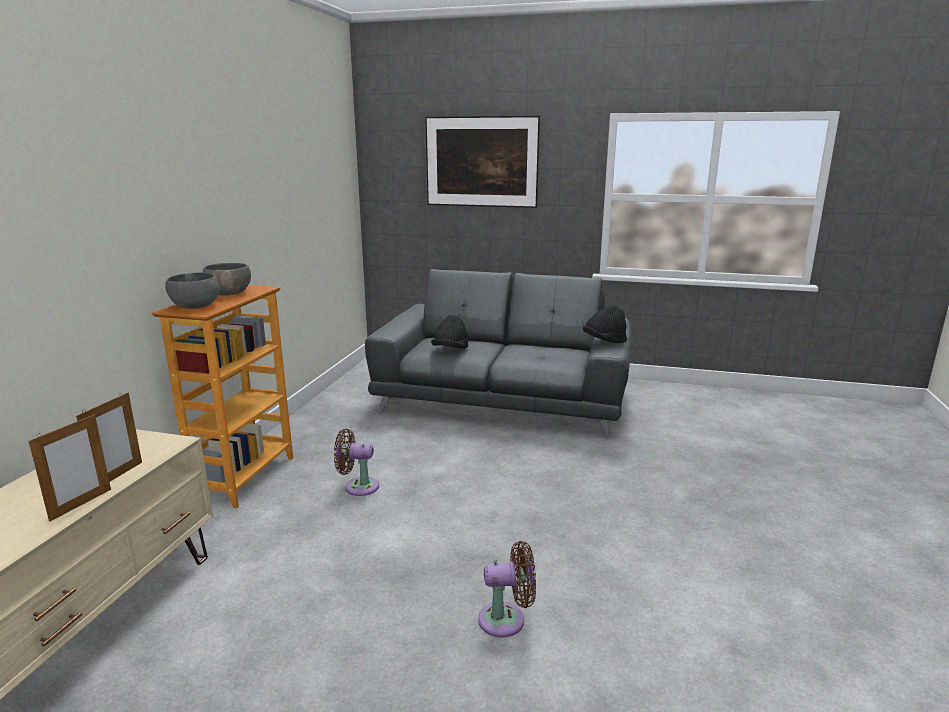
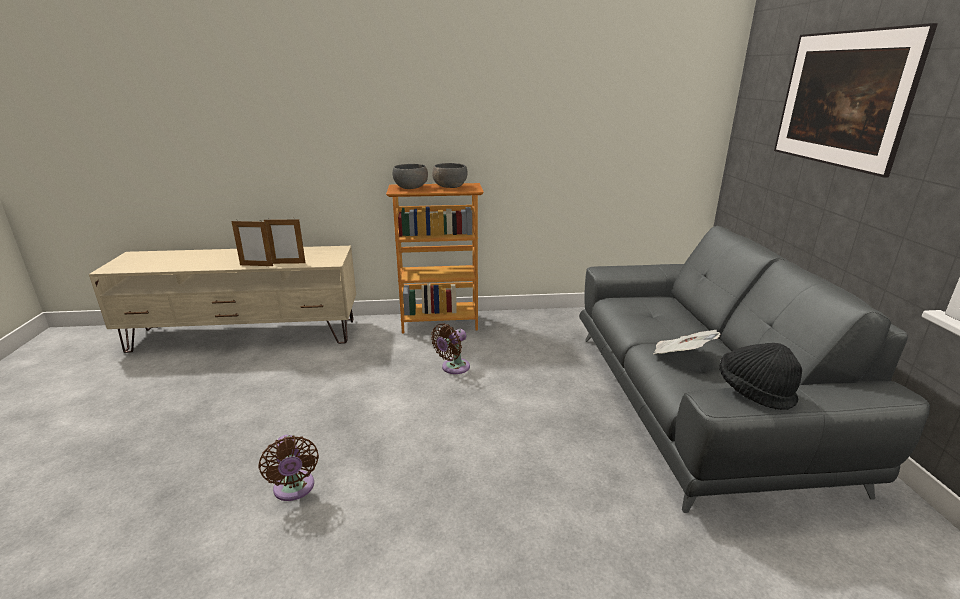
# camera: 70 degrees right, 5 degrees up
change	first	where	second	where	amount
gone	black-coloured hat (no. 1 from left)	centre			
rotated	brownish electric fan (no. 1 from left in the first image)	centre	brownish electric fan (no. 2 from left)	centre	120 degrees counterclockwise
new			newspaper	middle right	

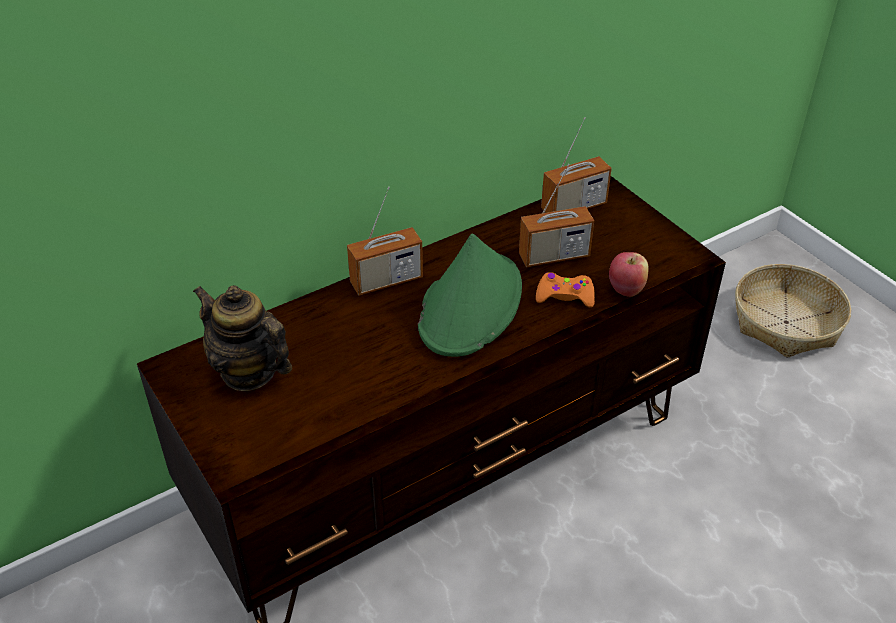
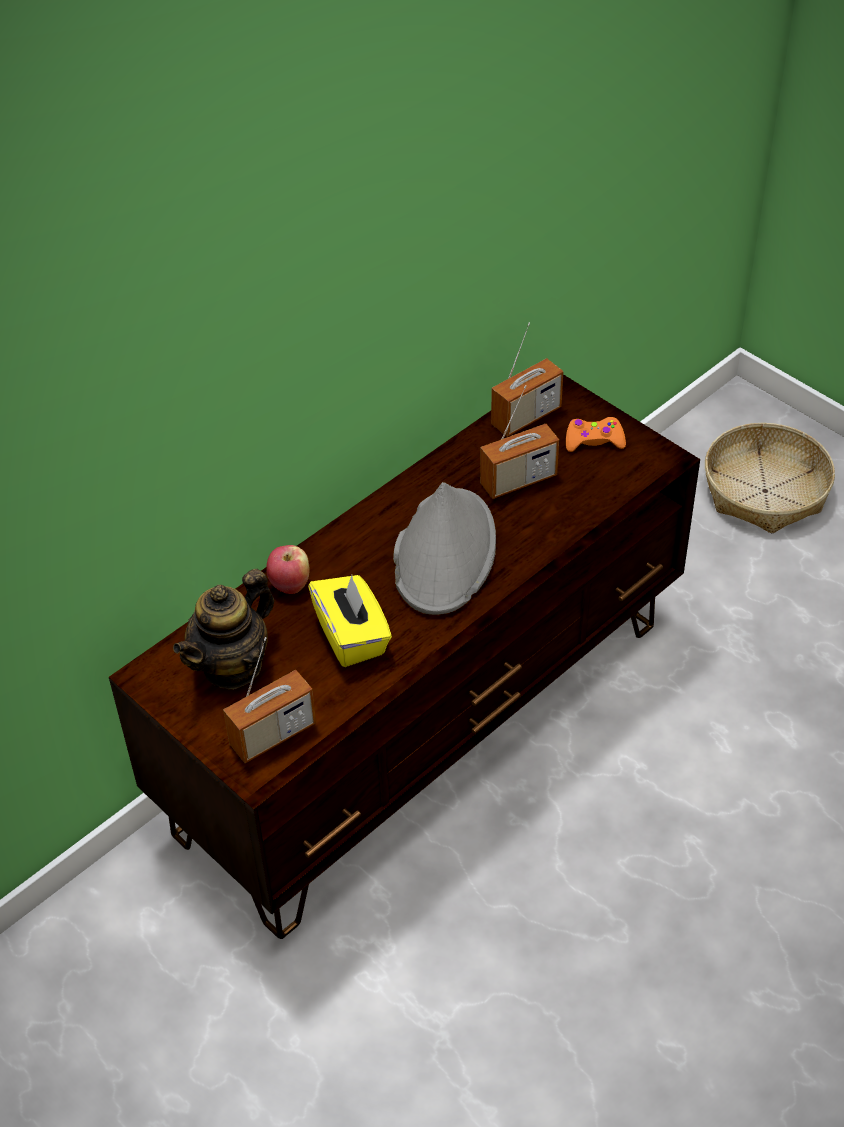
# camera: 10 degrees left, 5 degrees up
change	first	where	second	where	amount
shifted	radio receiver (no. 1 from left)	centre		middle left	
repainted	green hat	centre	grey hat	centre	
shifted	whole apple	middle right		centre	
shifted	orange joypad	centre		middle right	
rotated	pot for tea	middle left		middle left	75 degrees counterclockwise
new			yellow-coloured box of tissues	centre	

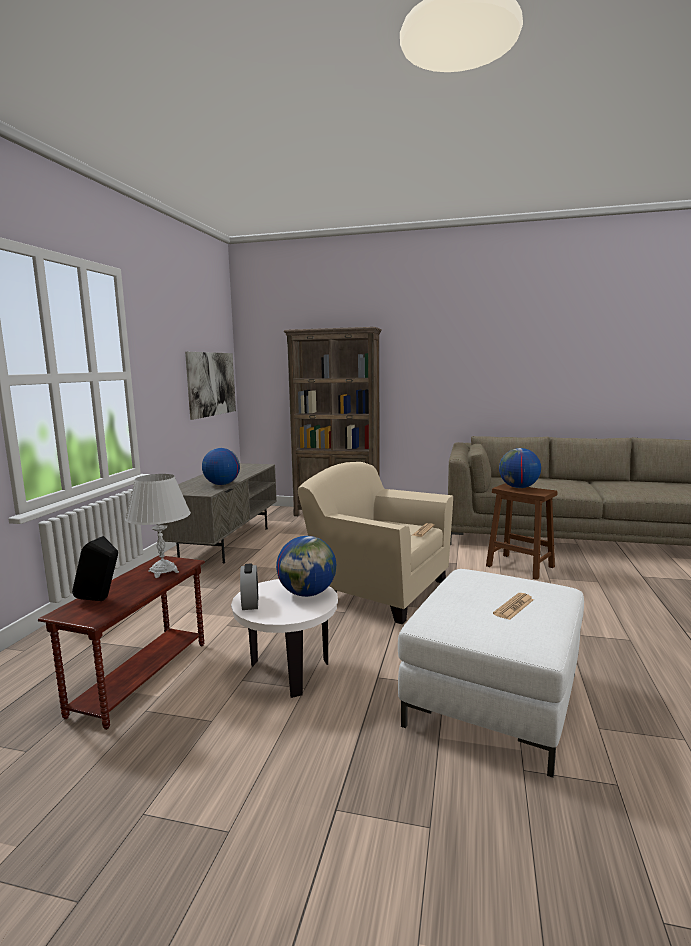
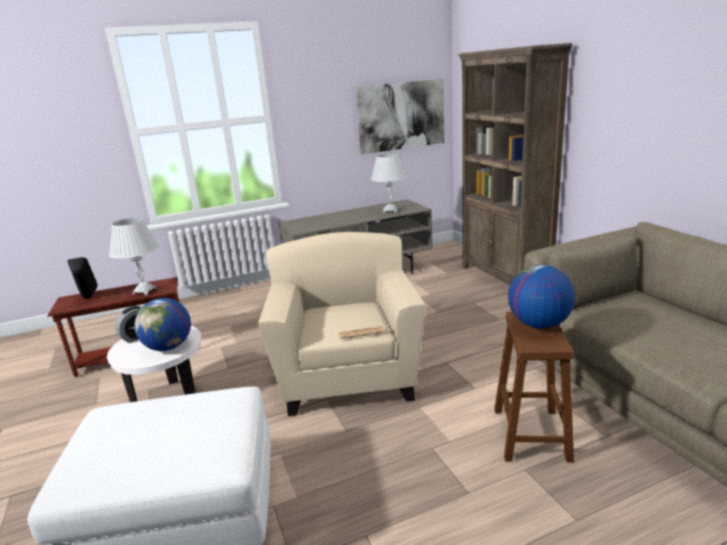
# camera: 55 degrees right, 10 degrees up
change	first	where	second	where	amount
gone	desk globe (no. 1 from left)	middle left			
gone	newspaper (no. 2 from left)	middle right			
new			whitish table lamp (no. 2 from left)	centre	

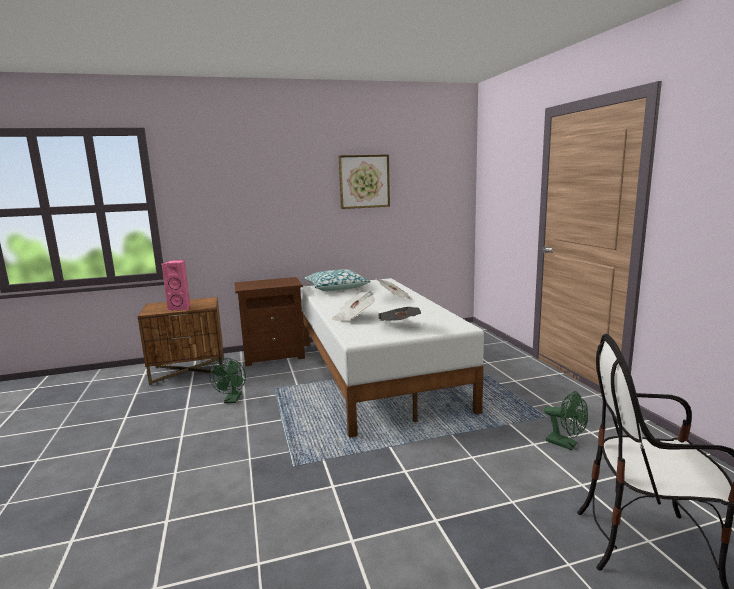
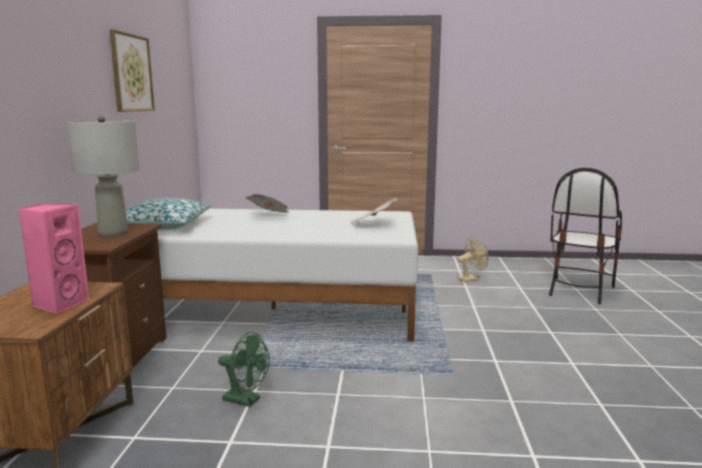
# camera: 70 degrees left, 0 degrees up
change	first	where	second	where	amount
gone	newspaper (no. 1 from left)	centre			
repainted	green electric fan (no. 2 from left)	bottom right	beige electric fan	middle right	
new			grey table lamp	middle left	

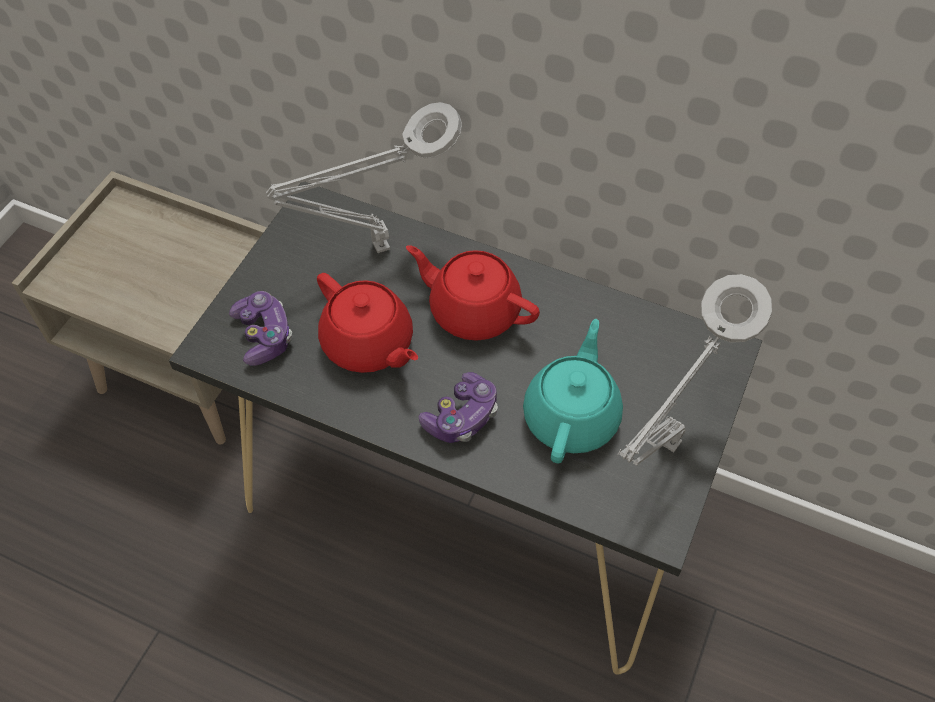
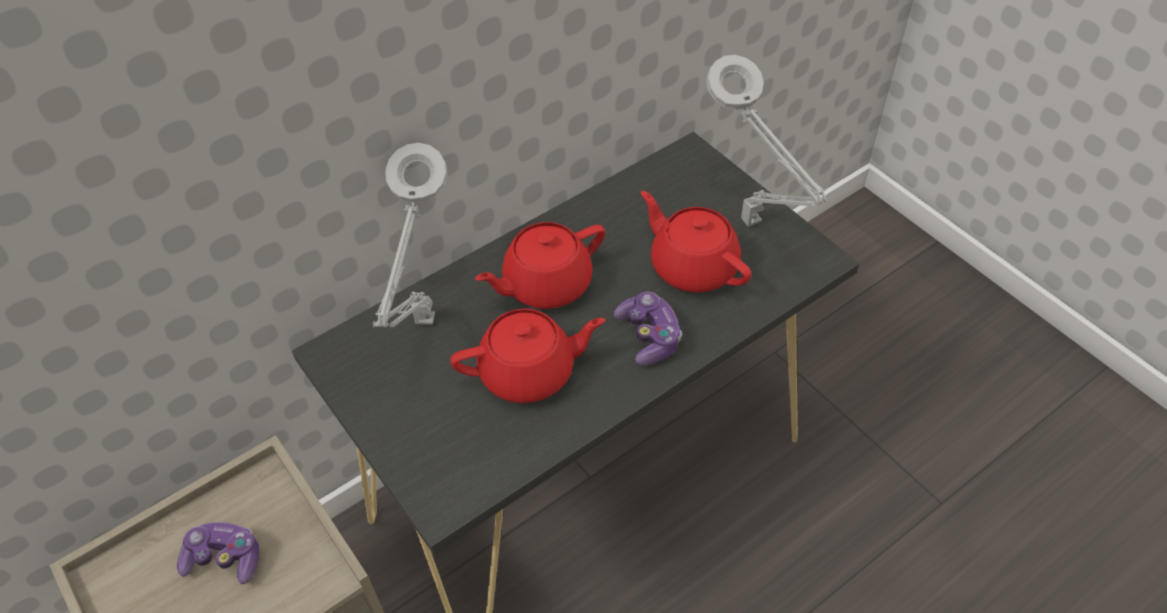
# camera: 60 degrees left, 5 degrees down
change	first	where	second	where	amount
shifted	joypad (no. 1 from left)	middle left		bottom left	
repainted	turquoise-coloured pot for tea	centre	reddish pot for tea (no. 3 from left)	centre	

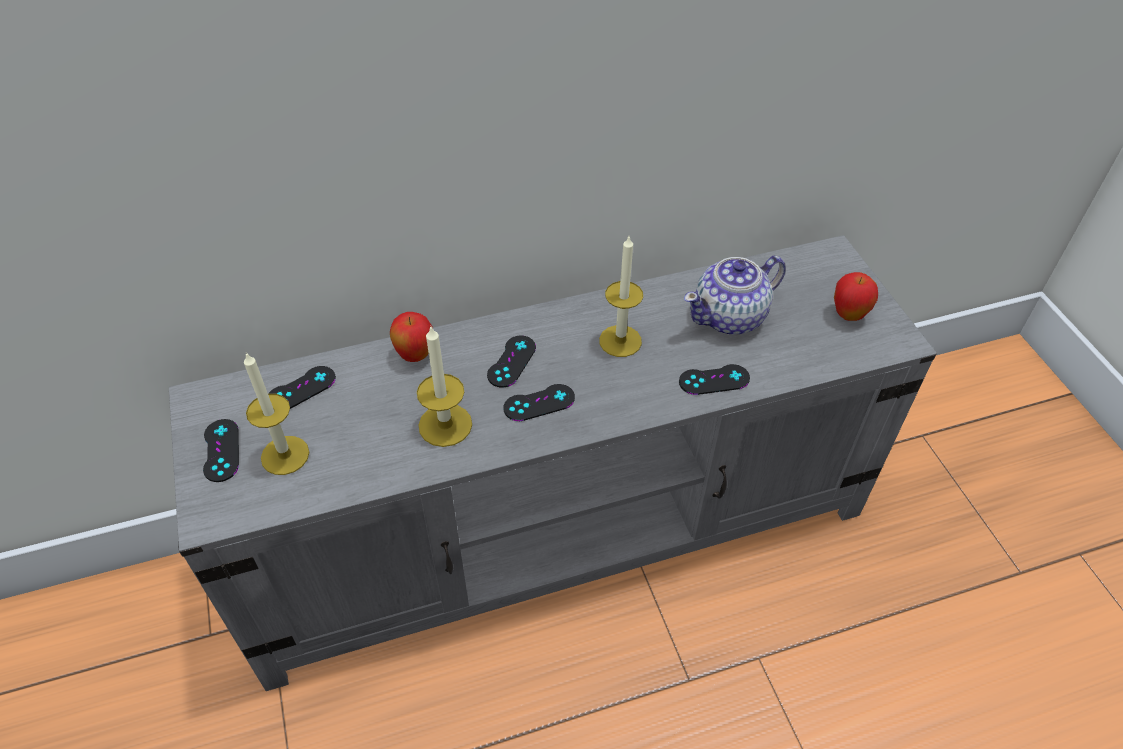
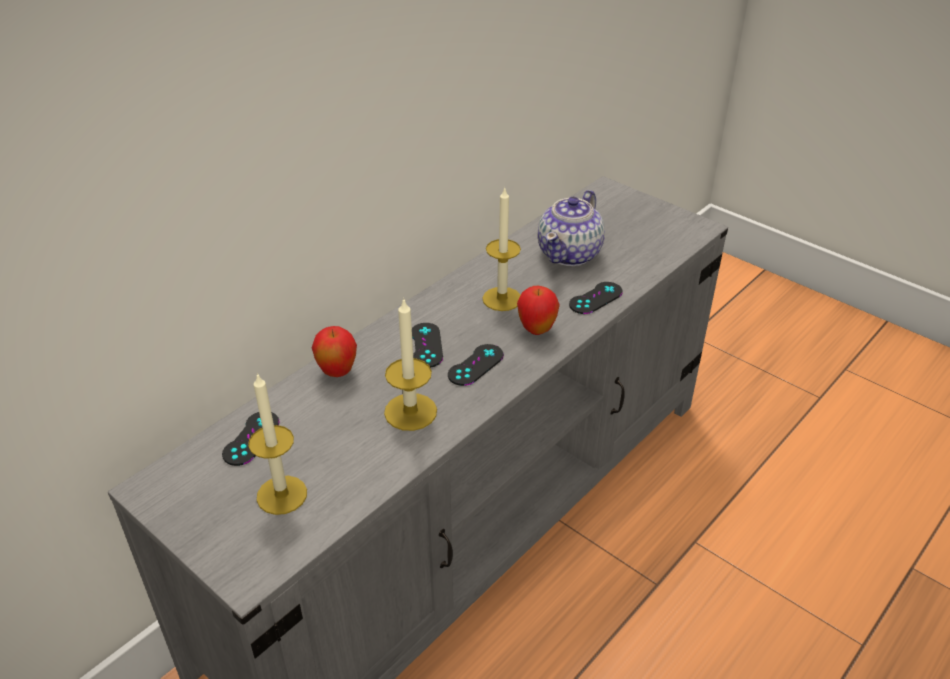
# camera: 30 degrees left, 10 degrees down
change	first	where	second	where	amount
shifted	whole apple (no. 2 from left)	middle right		centre	
gone	black-coloured joypad (no. 1 from left)	middle left			

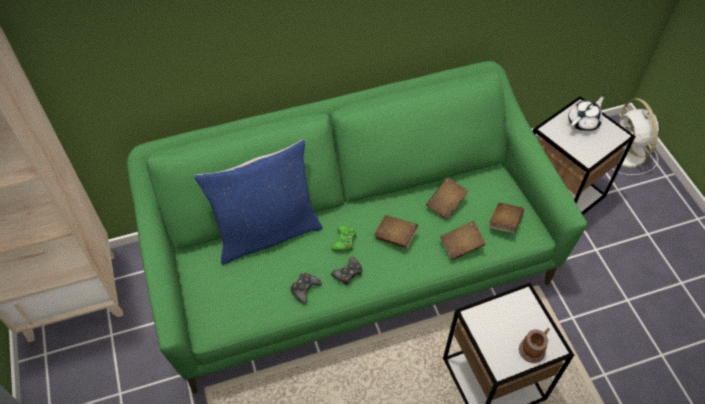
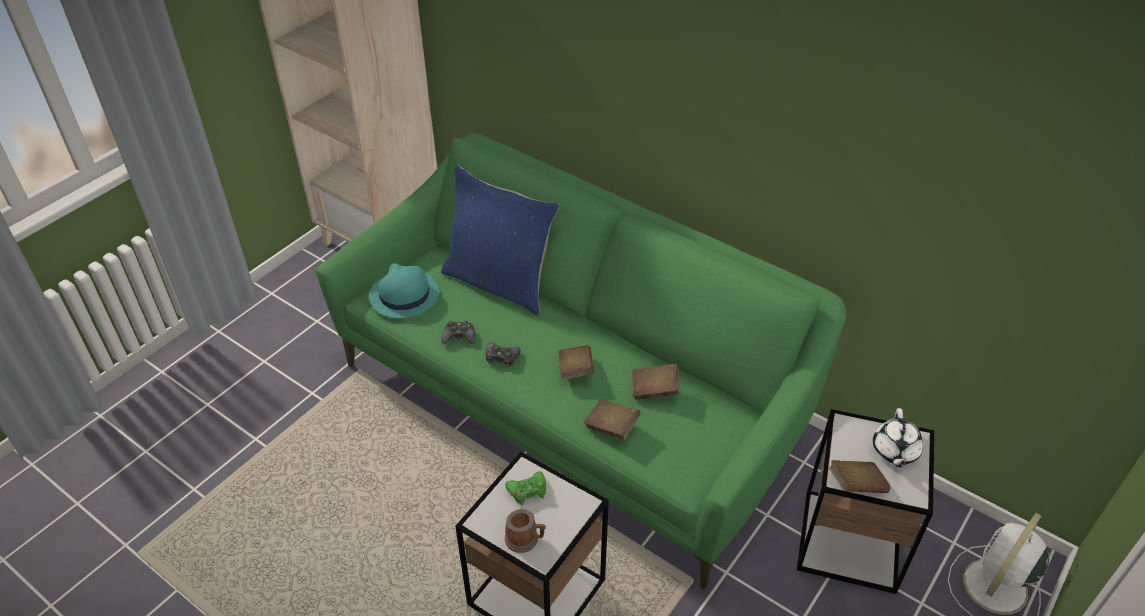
# camera: 55 degrees right, 10 degrees down
change	first	where	second	where	amount
rotated	whitish pot for tea	top right		bottom right	90 degrees clockwise
shifted	brownish volume (no. 4 from left)	middle right		bottom right	
shifted	green joypad	centre		bottom centre	
new			turquoise-coloured hat	centre	

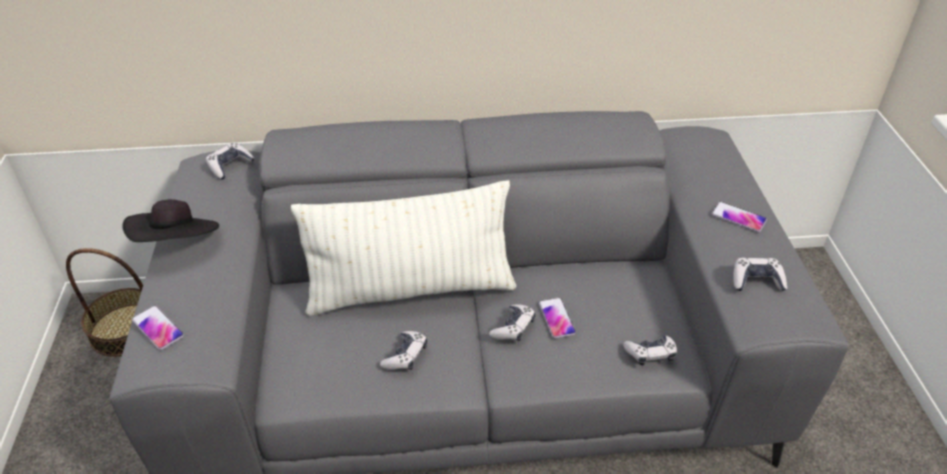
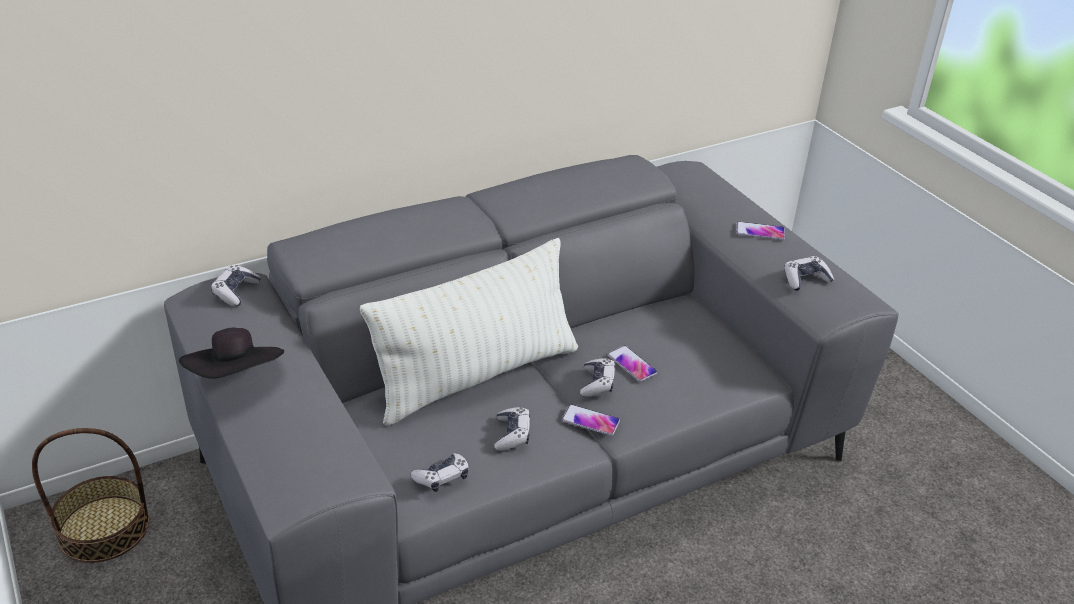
# camera: 25 degrees left, 5 degrees down
change	first	where	second	where	amount
shifted	phone (no. 1 from left)	bottom left		bottom centre	
shifted	joypad (no. 4 from left in the first image)	bottom right	joypad (no. 2 from left)	bottom centre	

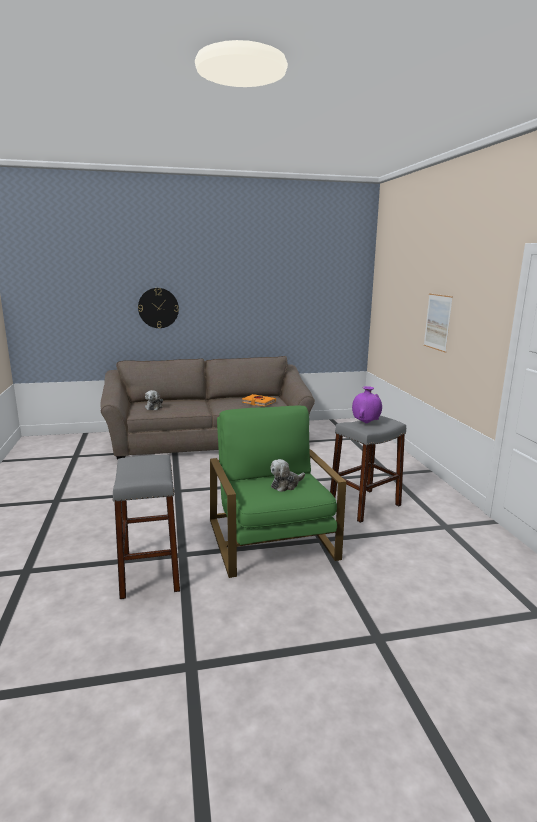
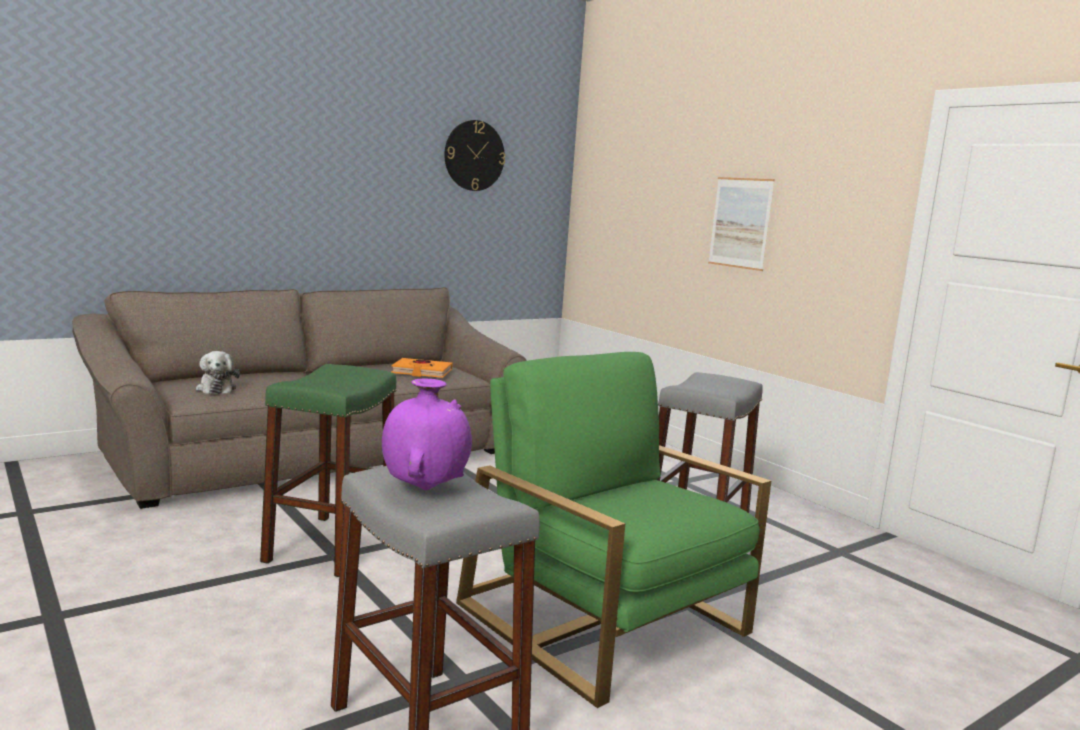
# camera: 25 degrees left, 5 degrees down
change	first	where	second	where	amount
shifted	hanging clock	middle left		top centre	
shifted	purple-coloured vase	middle right		centre	
gone	cuddly toy (no. 2 from left)	centre			
new			green stool seat	middle left	

